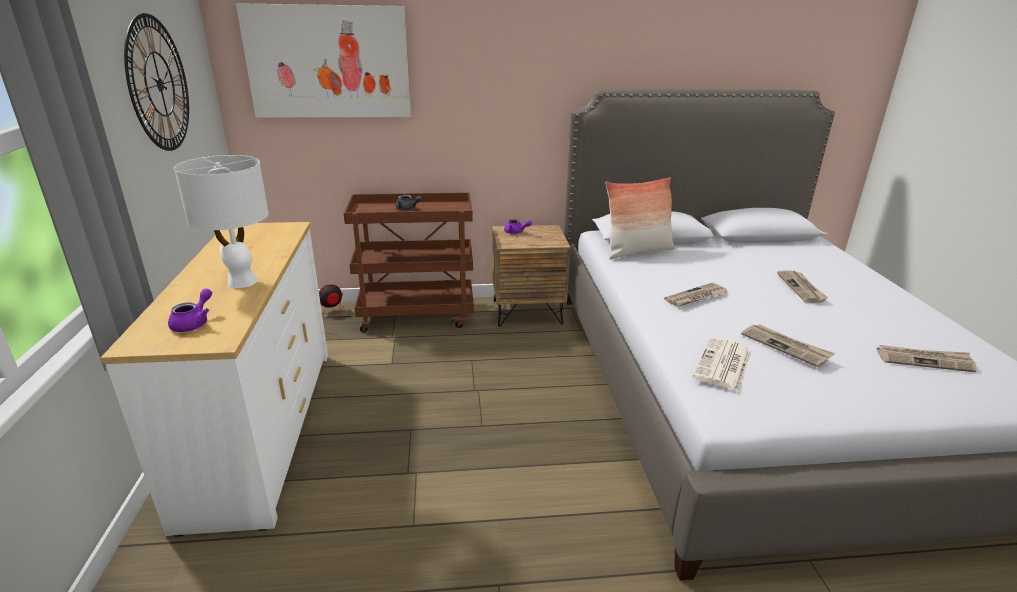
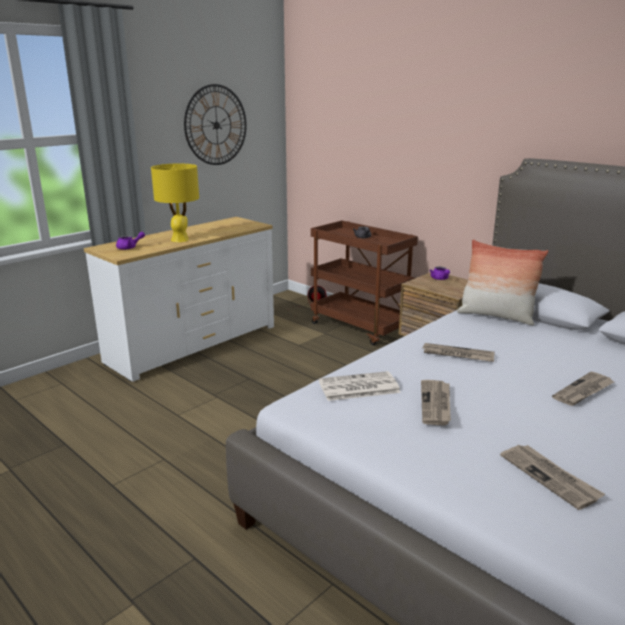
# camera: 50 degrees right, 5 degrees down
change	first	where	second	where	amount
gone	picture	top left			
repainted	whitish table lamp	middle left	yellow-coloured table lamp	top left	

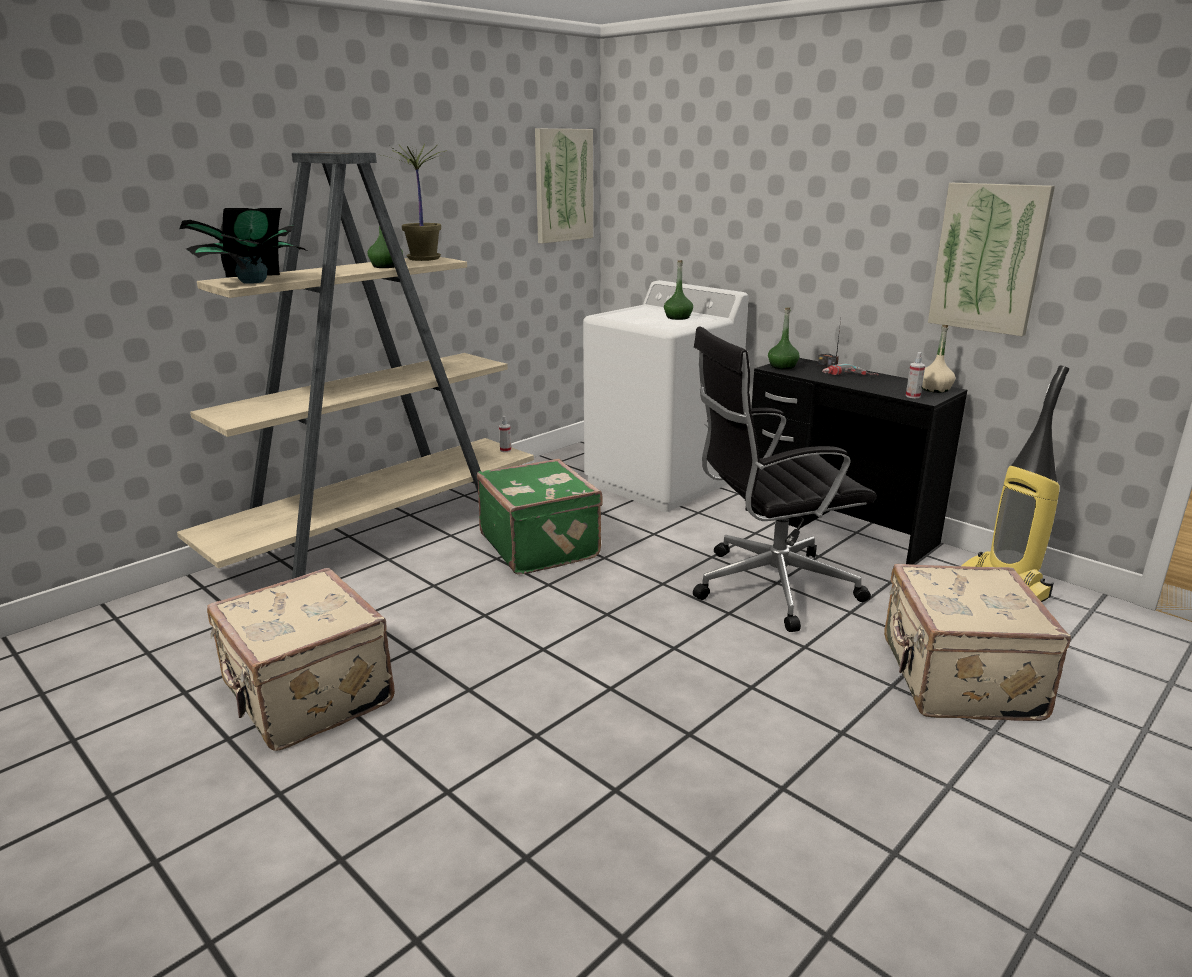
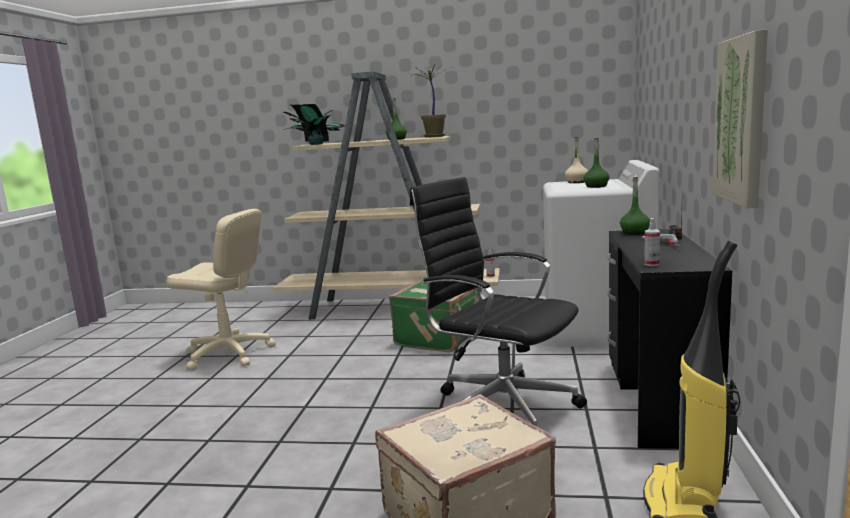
# camera: 55 degrees right, 10 degrees down
change	first	where	second	where	amount
gone	picture (no. 1 from left)	top centre			
shifted	beige drink bottle	middle right		top right	
swapped	beige piece of luggage (no. 1 from left)	bottom left	beige desk chair	middle left	

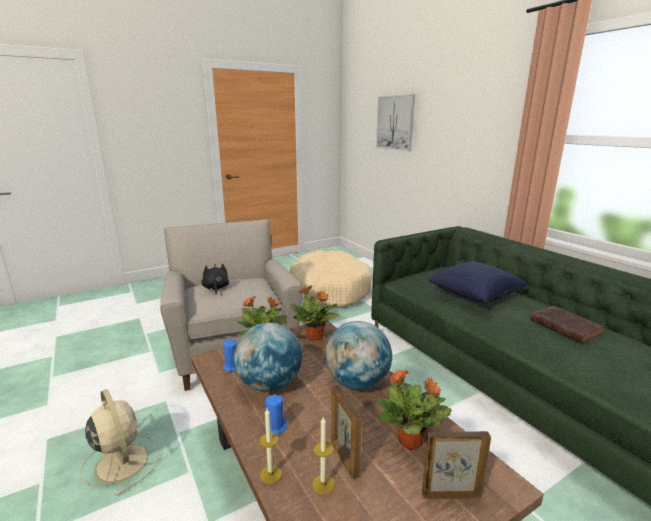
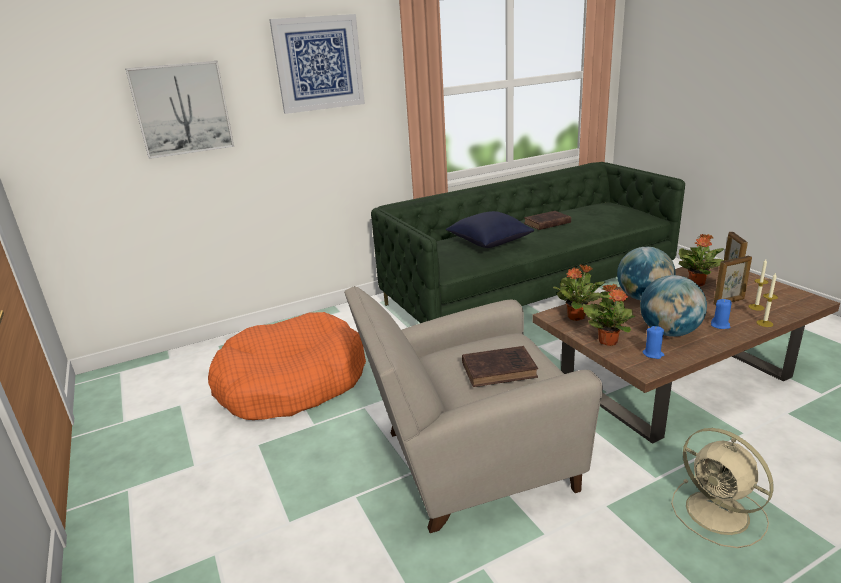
# camera: 85 degrees left, 5 degrees up
change	first	where	second	where	amount
repainted	beige pet bed	centre	orange pet bed	centre	
swapped	black-coloured cuddly toy	middle left	brownish volume (no. 1 from left)	centre	
rotated	beige electric fan	bottom left		bottom right	90 degrees counterclockwise
new			picture (no. 2 from left)	top centre	

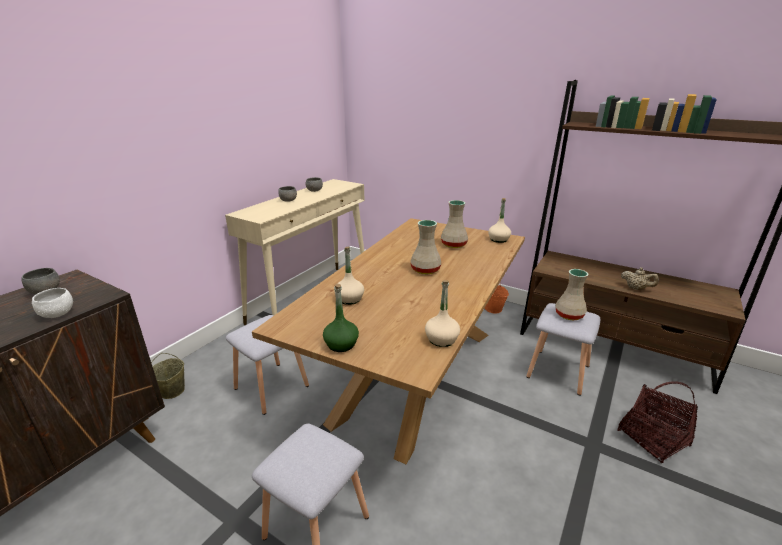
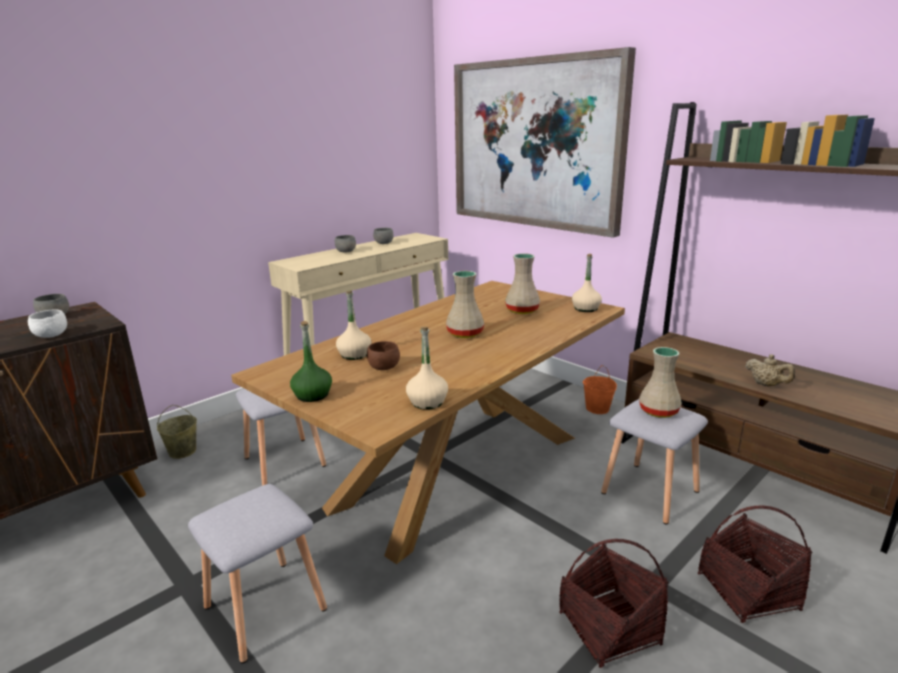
# camera: 15 degrees right, 5 degrees down
change	first	where	second	where	amount
new			picture	top centre	
new			brownish deep dish	centre	
new			storage basket (no. 1 from left)	bottom right	

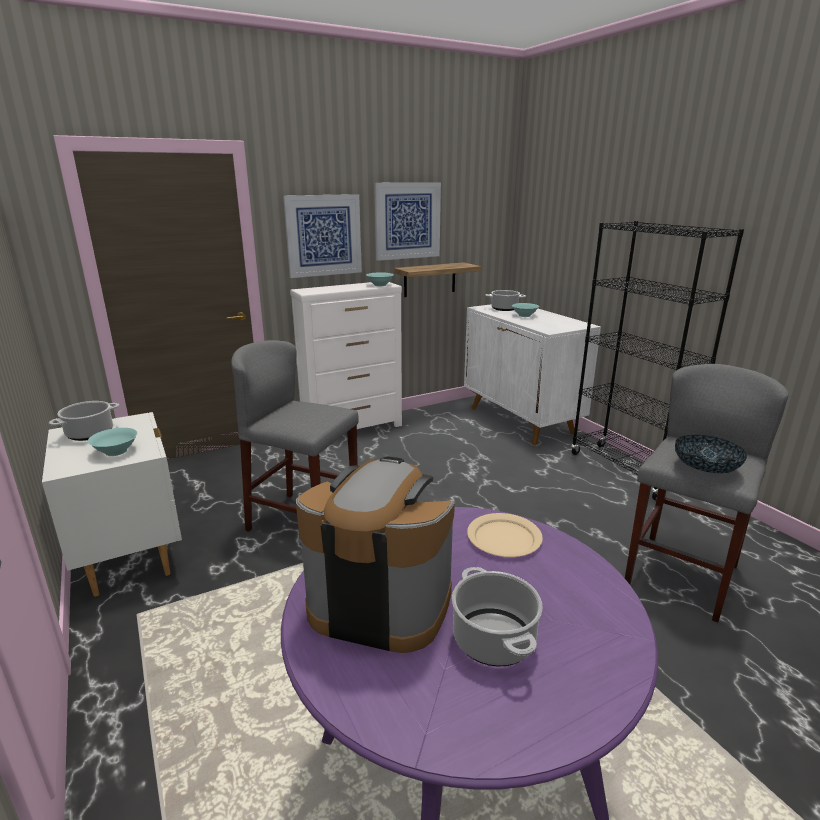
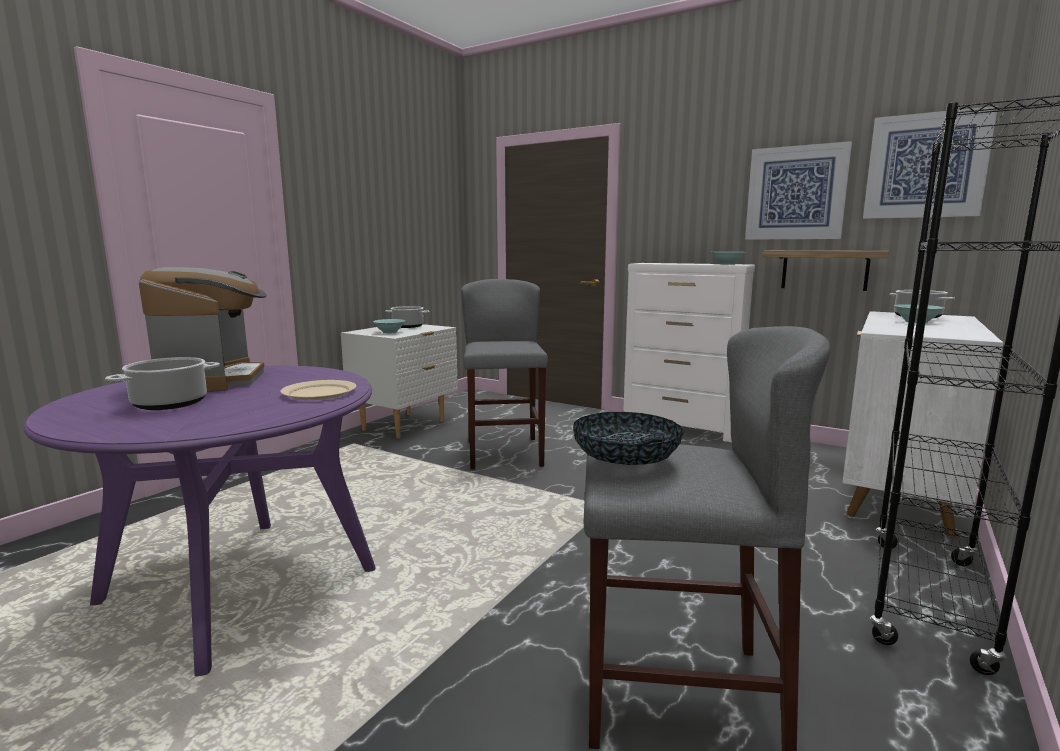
# camera: 60 degrees right, 10 degrees down
change	first	where	second	where	amount
shifted	picture (no. 1 from left in the first image)	top centre	picture (no. 2 from left)	top right	

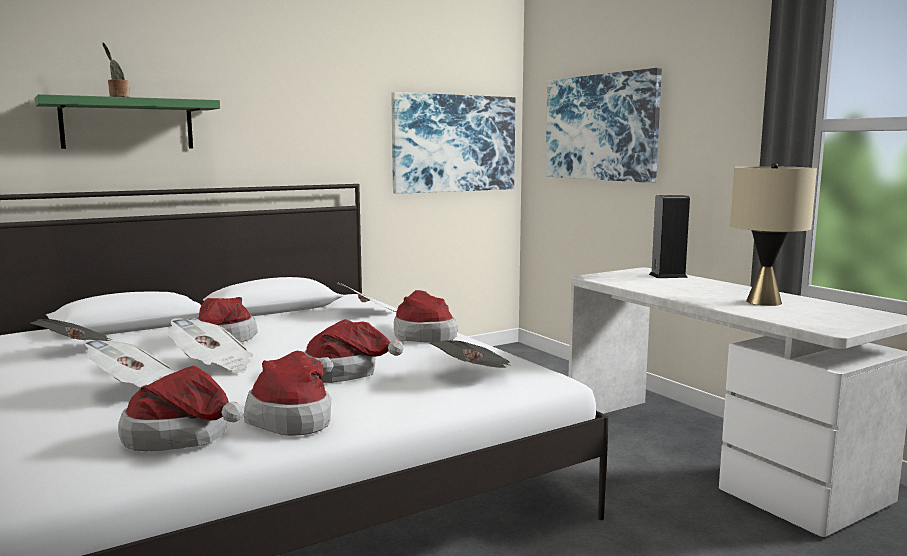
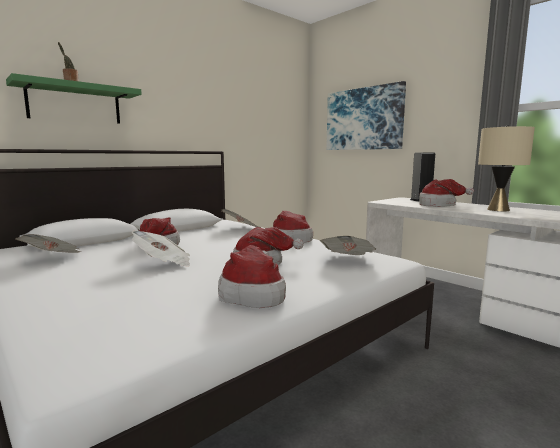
# camera: 10 degrees left, 0 degrees up
change	first	where	second	where	amount
gone	picture (no. 1 from left)	top centre			
gone	newspaper (no. 2 from left)	middle left			
shifted	hat (no. 1 from left in the first image)	bottom left	hat (no. 5 from left)	middle right	

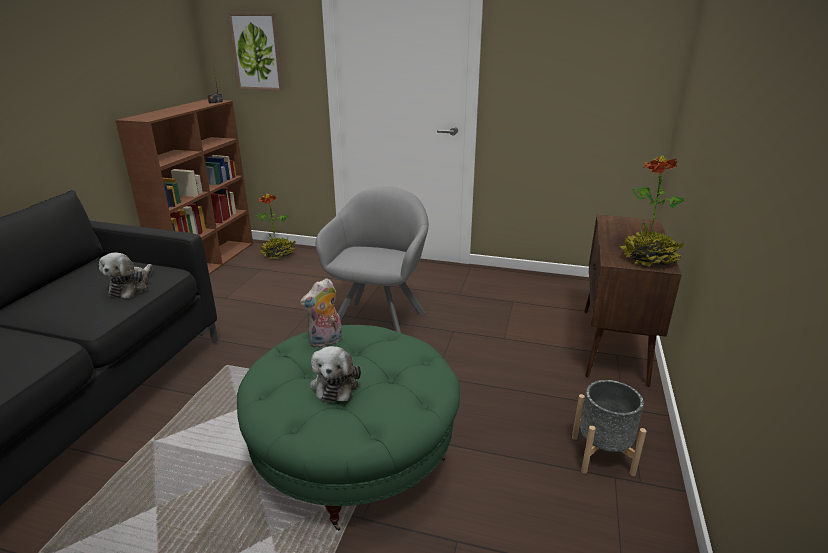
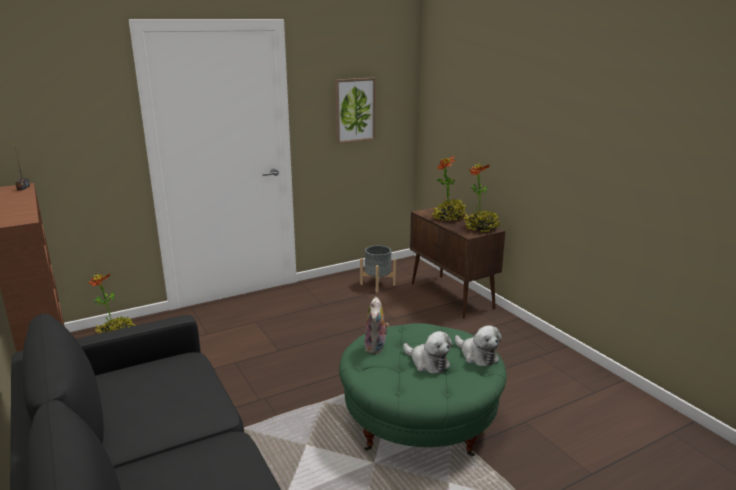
# camera: 45 degrees left, 5 degrees down
change	first	where	second	where	amount
shifted	picture	top left		top centre	
gone	grey easy chair	centre			
shifted	cuddly toy (no. 1 from left in the first image)	middle left	cuddly toy (no. 3 from left)	bottom centre	
shifted	grey plant pot	bottom right		centre	
new			houseplant (no. 2 from left)	centre	

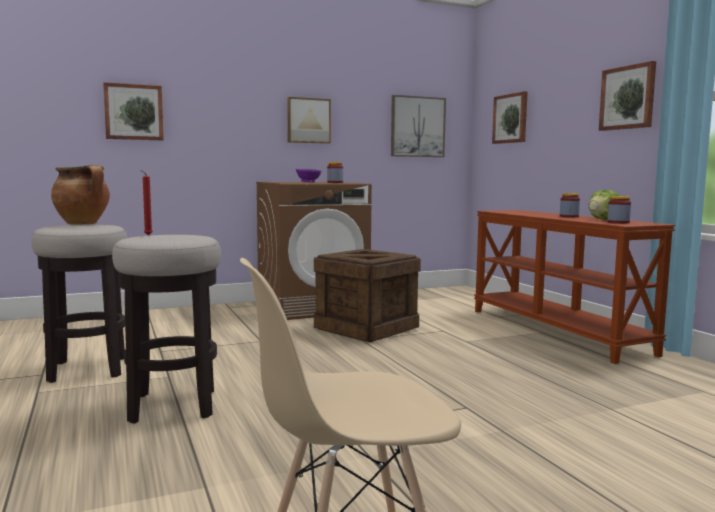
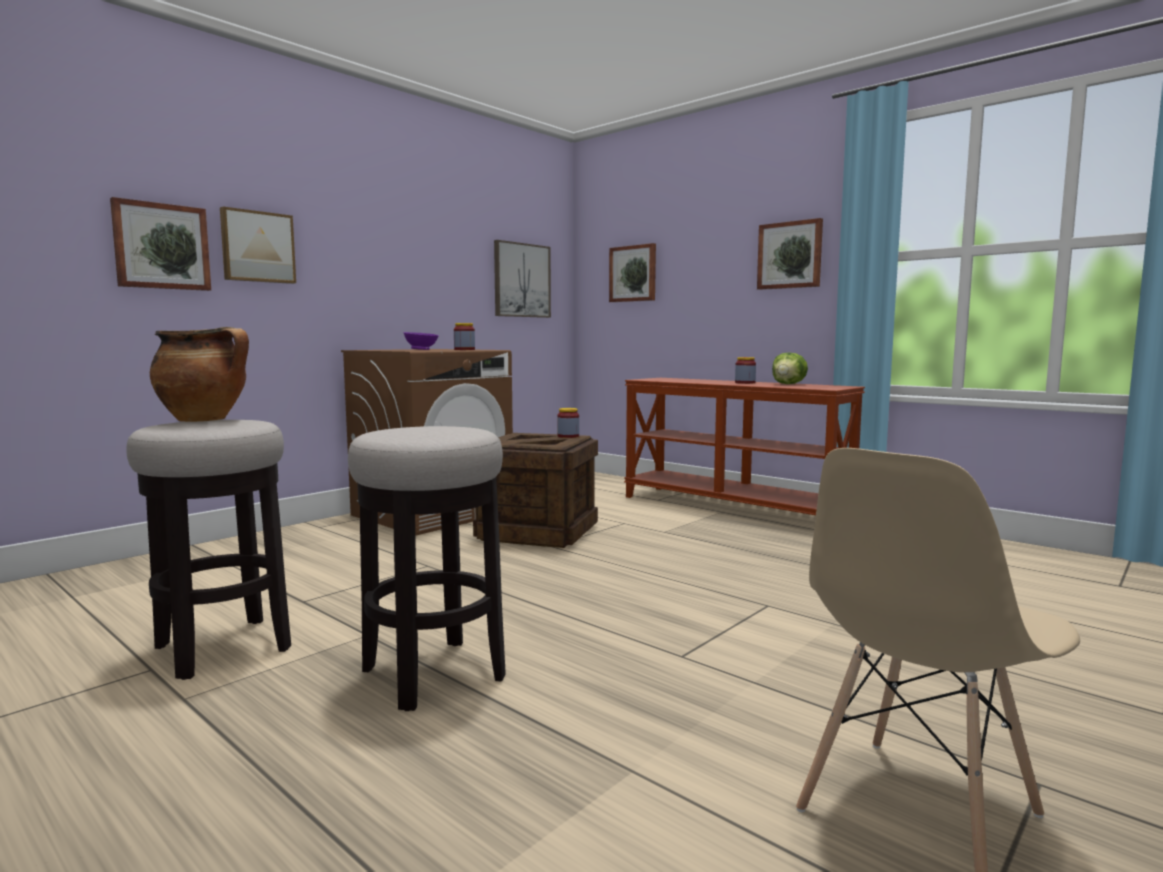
# camera: 25 degrees left, 0 degrees up
change	first	where	second	where	amount
shifted	picture (no. 2 from left)	top centre		top left	
gone	reddish wax candle	middle left			
shifted	storage jar (no. 3 from left in the first image)	middle right	storage jar (no. 2 from left)	centre	

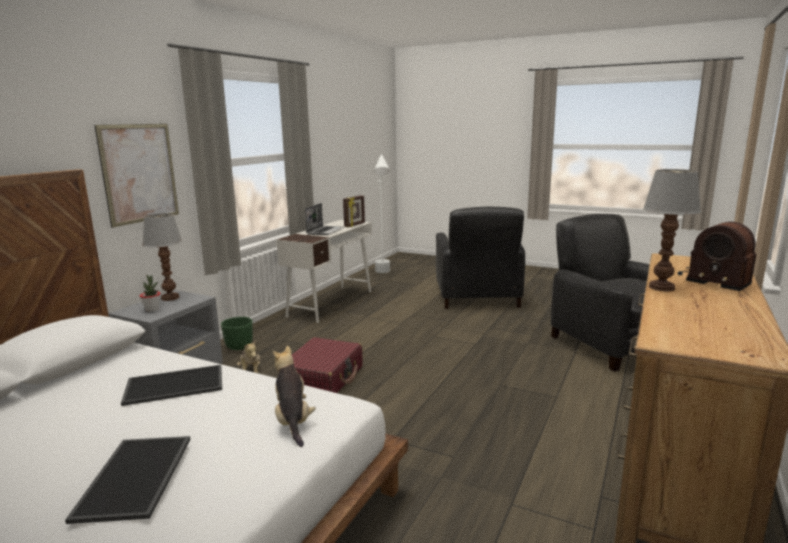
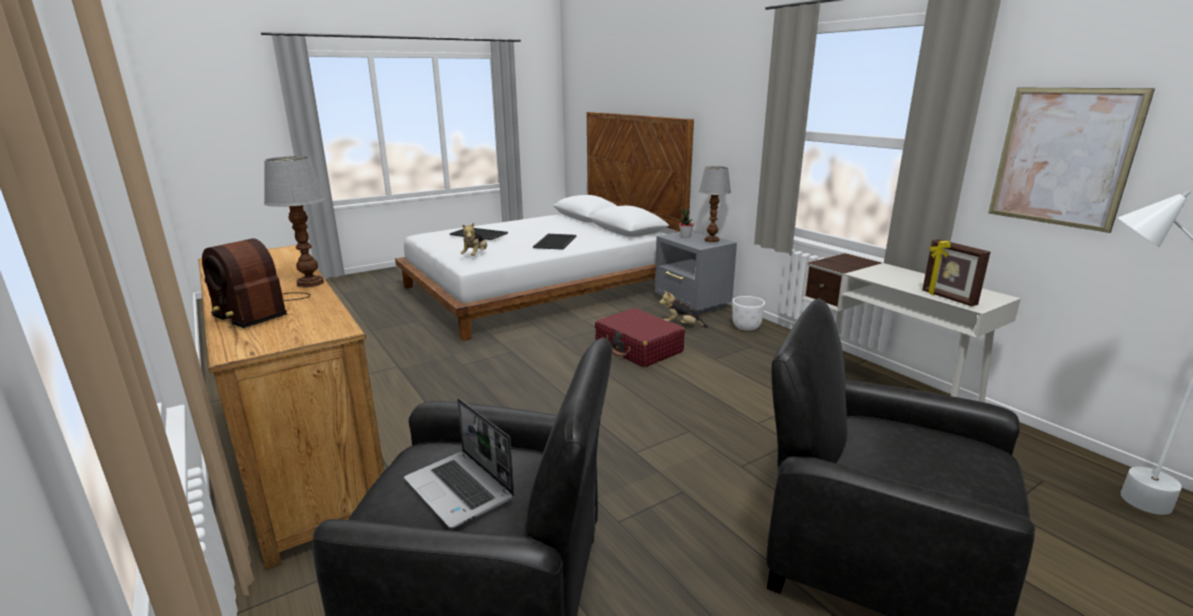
# camera: 120 degrees right, 5 degrees up
change	first	where	second	where	amount
shifted	picture	top left		top right	
shifted	portable computer	centre		bottom centre	
rotated	radio receiver	middle right		middle left	135 degrees counterclockwise
repainted	green plant pot	middle left	whitish plant pot	centre	
rotated	cuddly toy (no. 2 from left in the first image)	bottom centre	cuddly toy (no. 1 from left)	centre	90 degrees clockwise

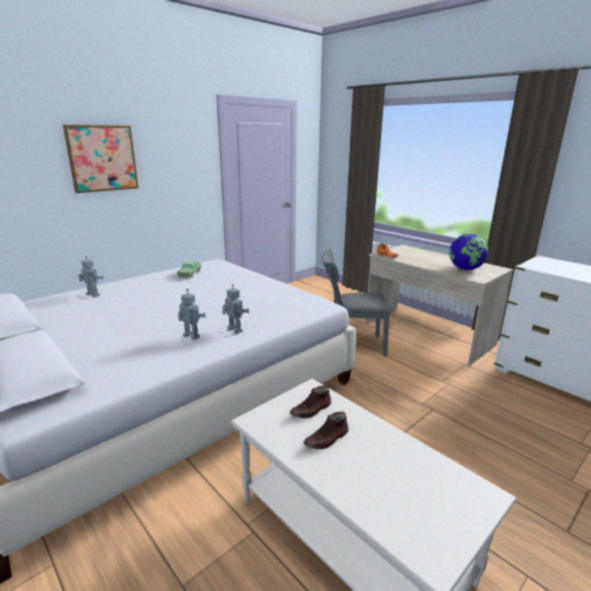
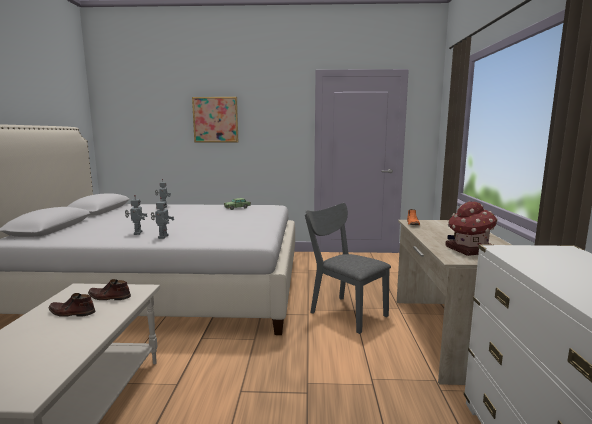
# camera: 45 degrees right, 10 degrees down
change	first	where	second	where	amount
swapped	desk globe	middle right	toy house	middle right	

